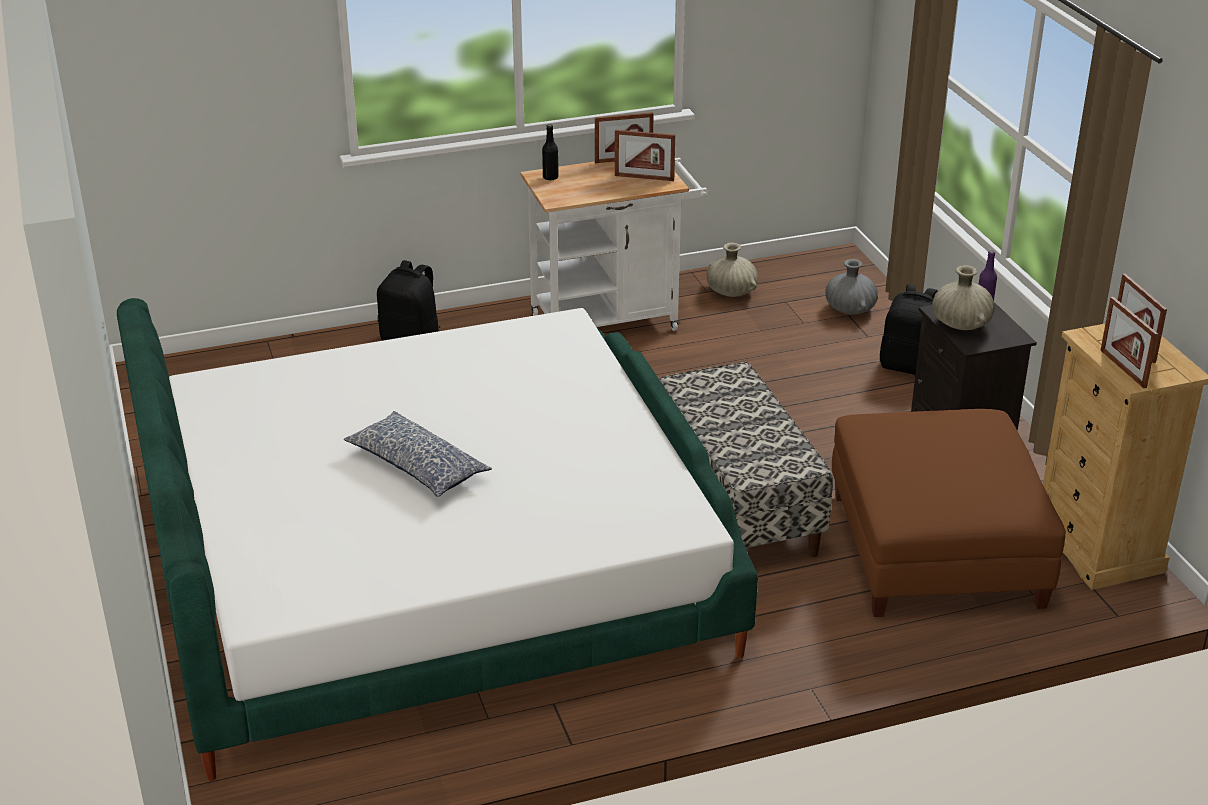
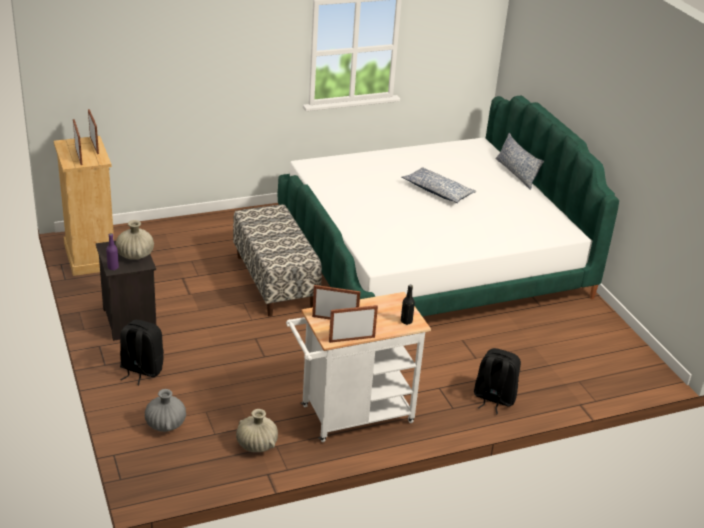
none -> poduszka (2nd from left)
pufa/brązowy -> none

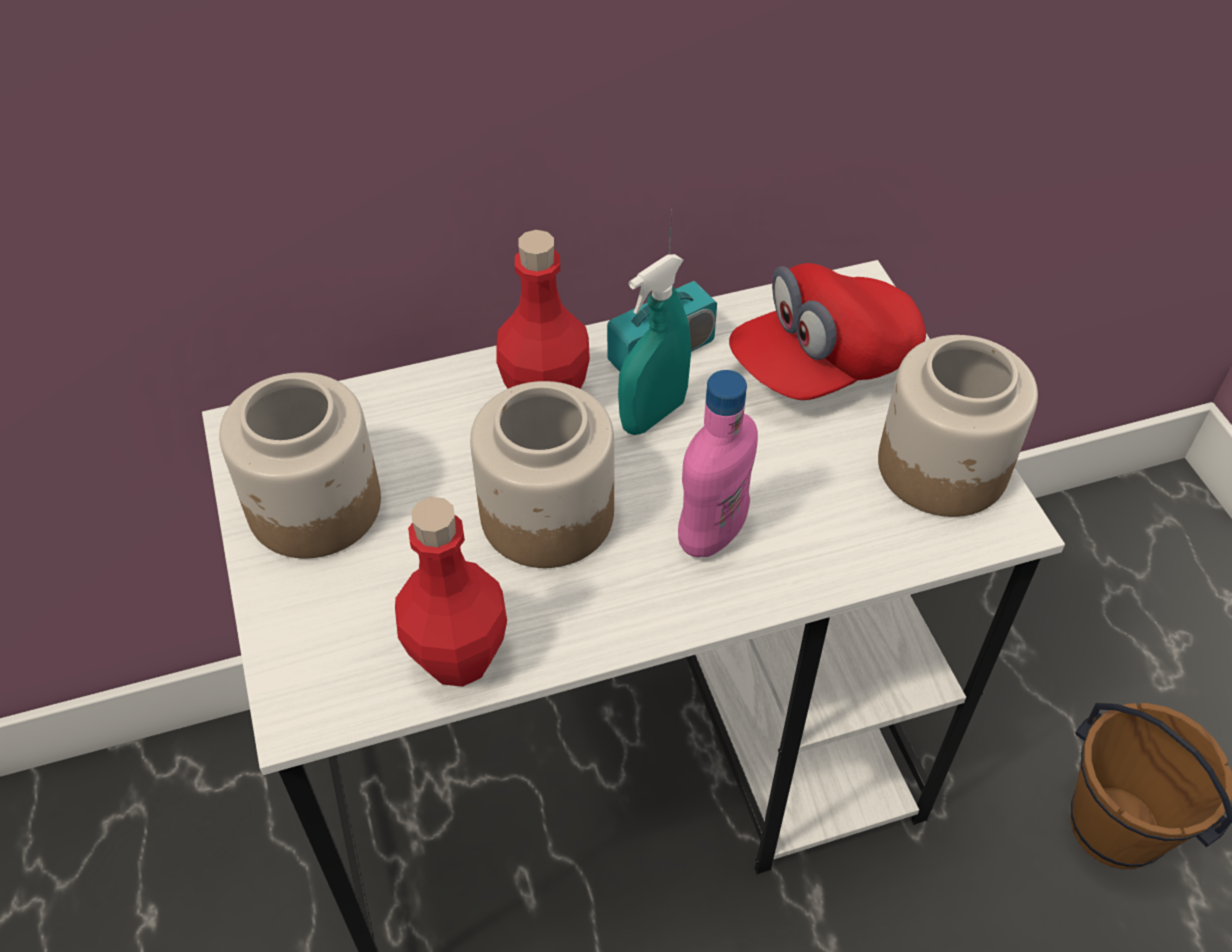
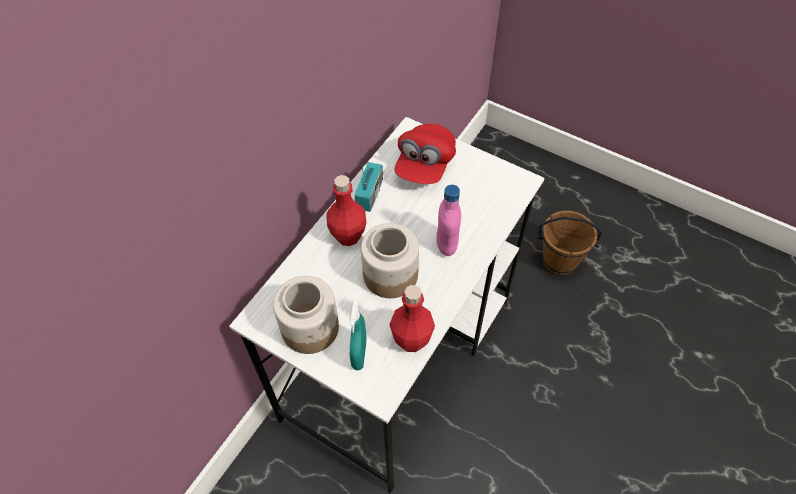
spryskiwacz/turkusowy, move
słoik (3rd from left) -> none

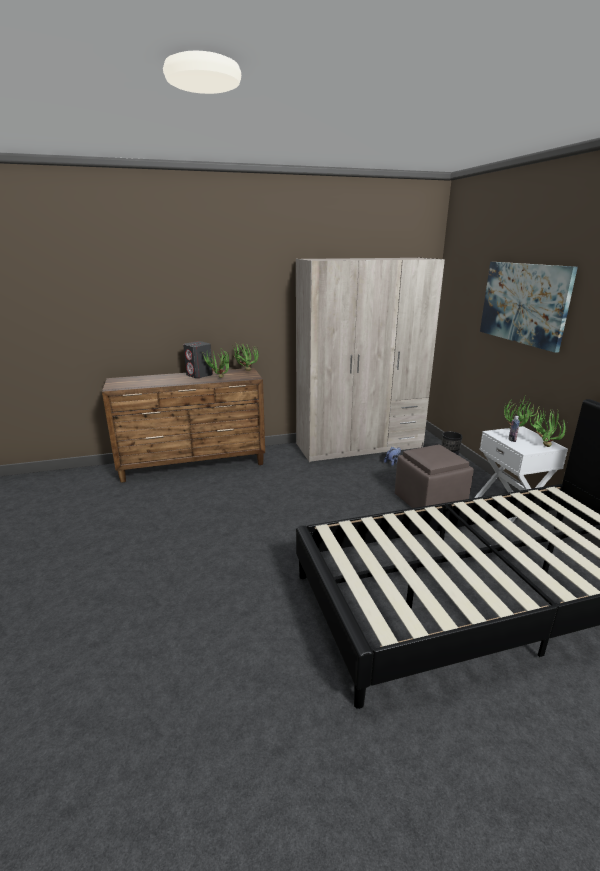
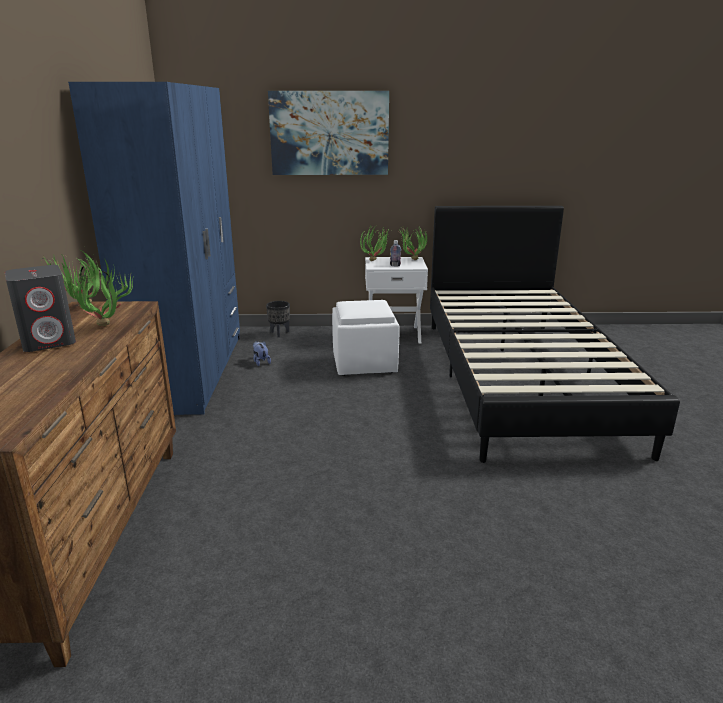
szafa/beżowy -> szafa/niebieski
pufa/brązowy -> pufa/biały

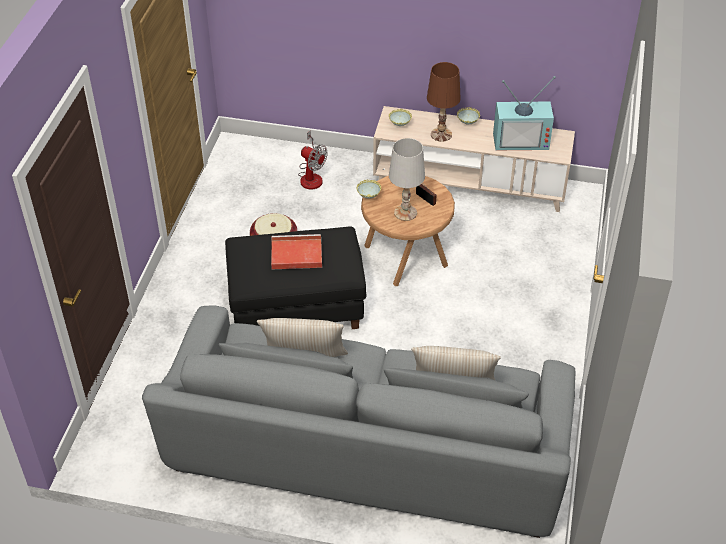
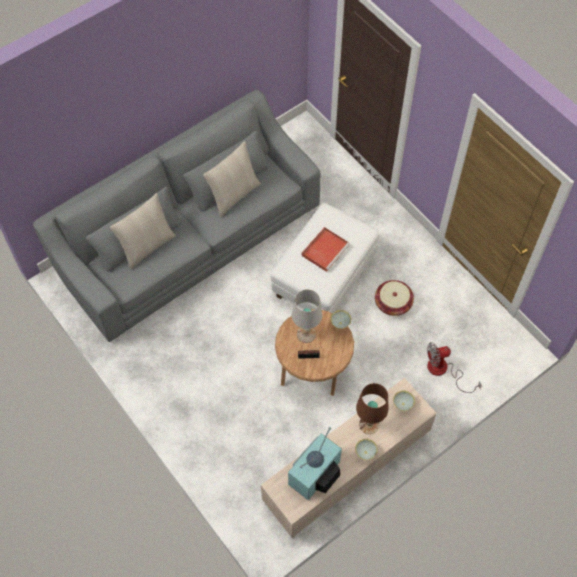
pufa/czarny -> pufa/biały

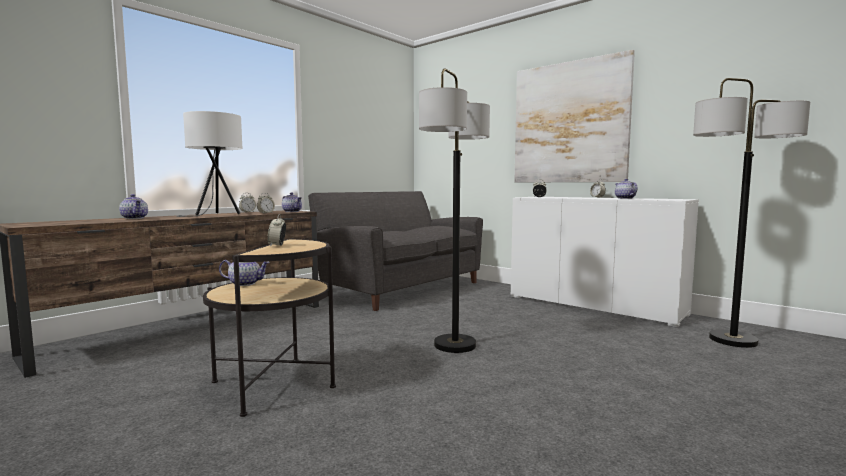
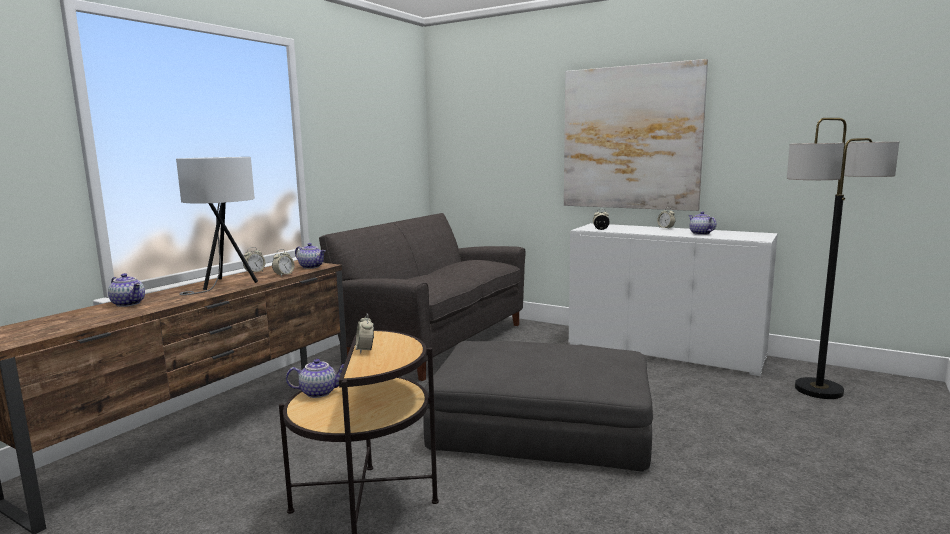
lampa stojąca (1st from left) -> pufa/szary

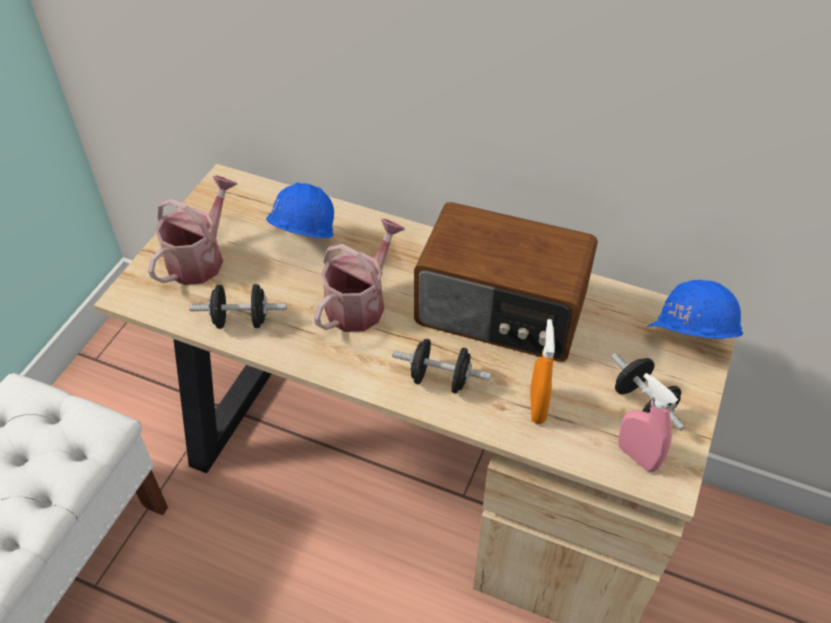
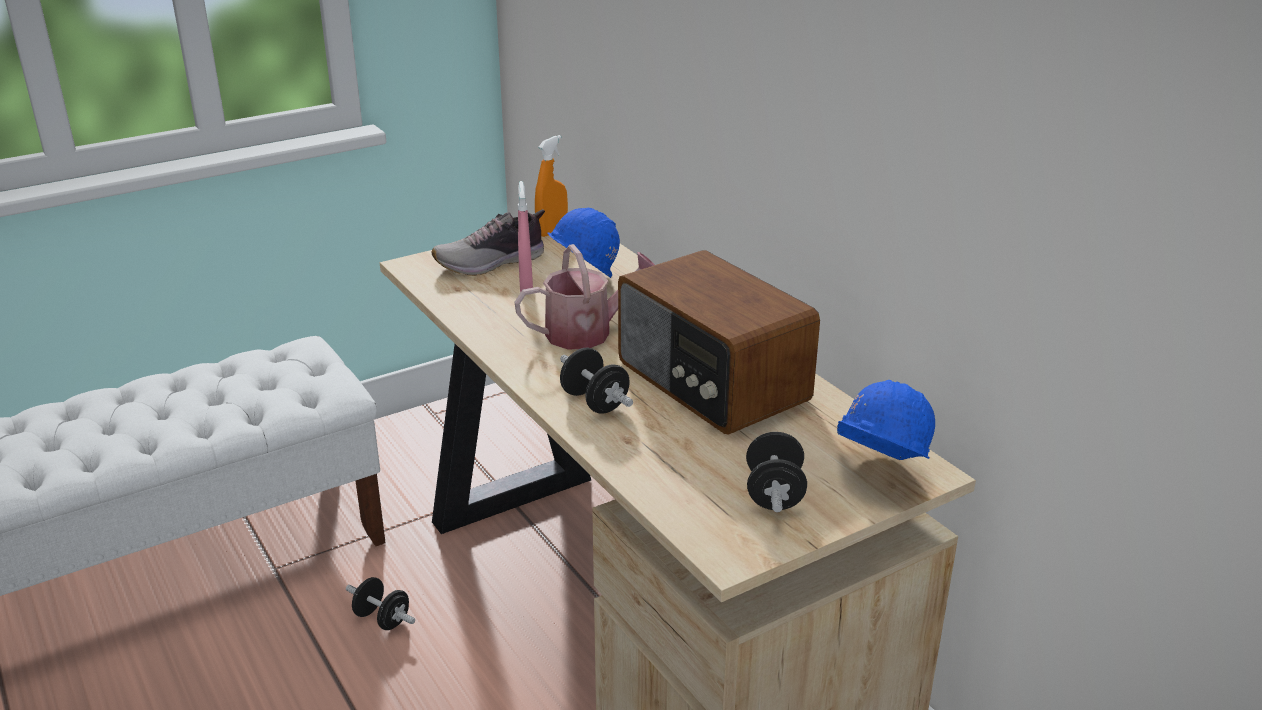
hantel/czarny (1st from left), move
konewka (1st from left) -> but
spryskiwacz/różowy, move
spryskiwacz/pomarańczowy, move

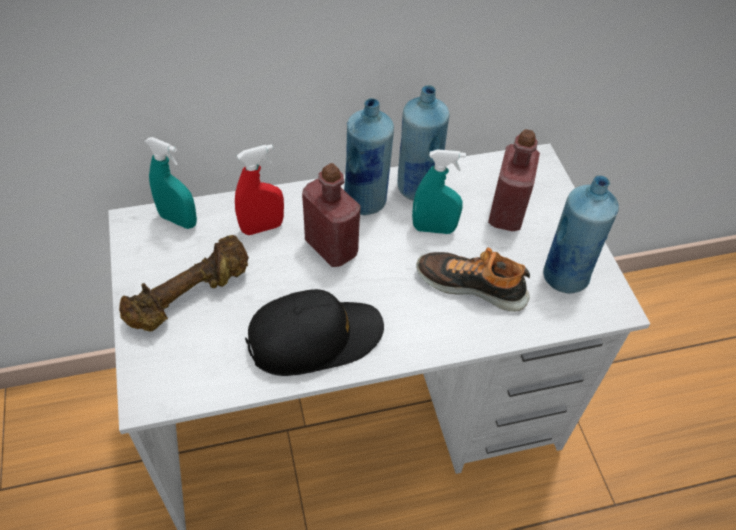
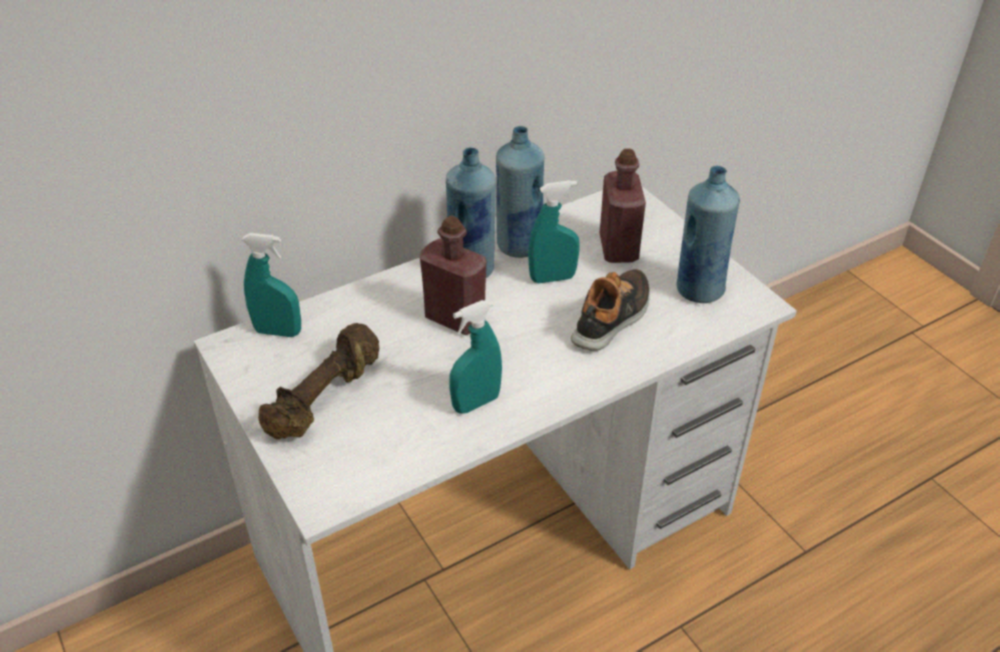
czapka z daszkiem/czarny -> spryskiwacz/turkusowy (2nd from left)
but, 120 degrees clockwise
spryskiwacz/czerwony -> none

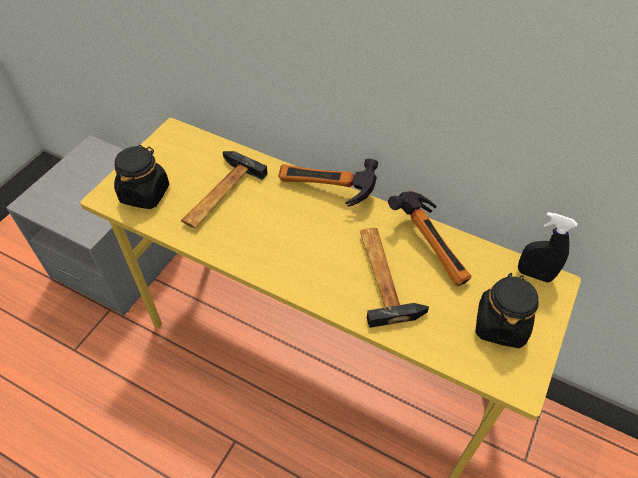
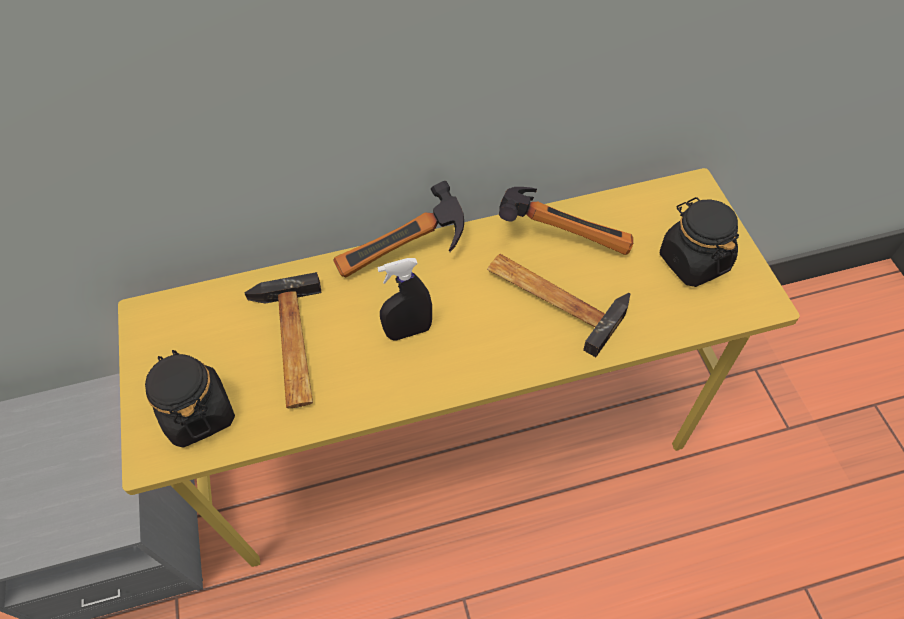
spryskiwacz/czarny, move

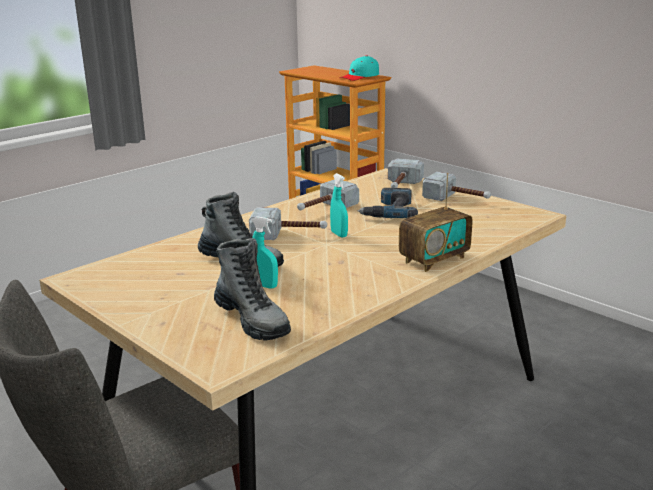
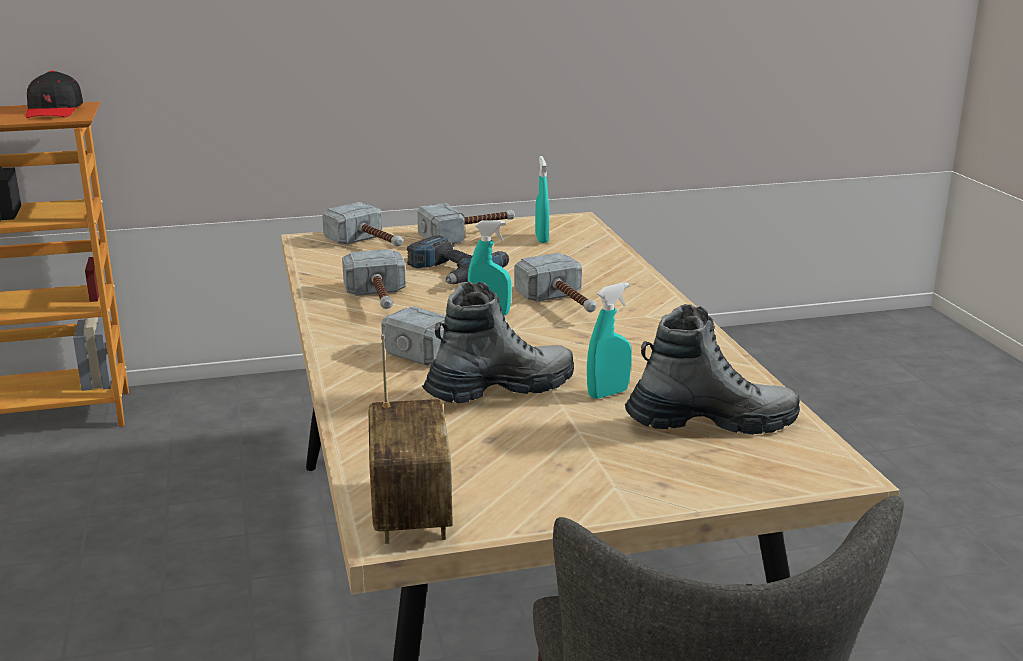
czapka z daszkiem/turkusowy -> czapka z daszkiem/czarny
radio, move
none -> młotek (5th from left)
none -> spryskiwacz/turkusowy (2nd from left)

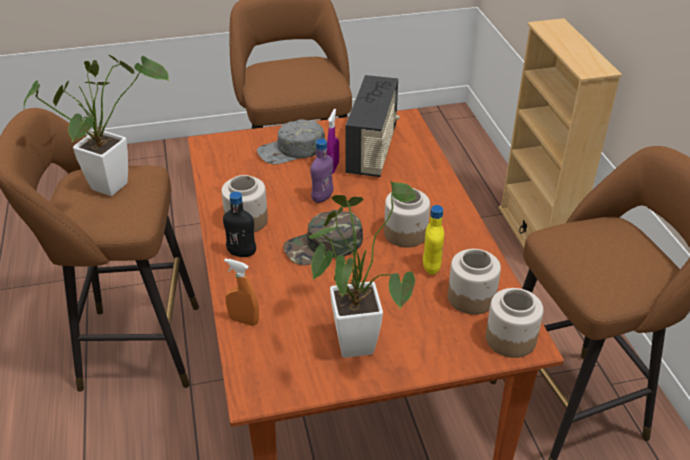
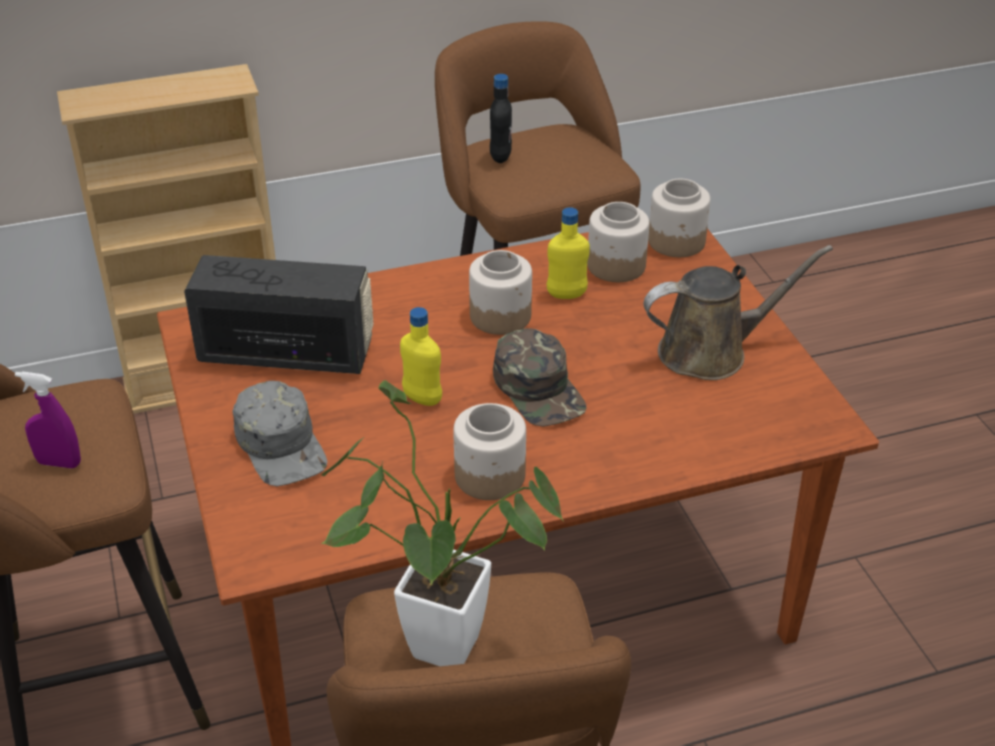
spryskiwacz/fioletowy, move
butelka/fioletowy -> butelka/żółty (1st from left)
butelka/czarny, move
roślina doniczkowa (2nd from left) -> konewka/brązowy
spryskiwacz/pomarańczowy -> none

